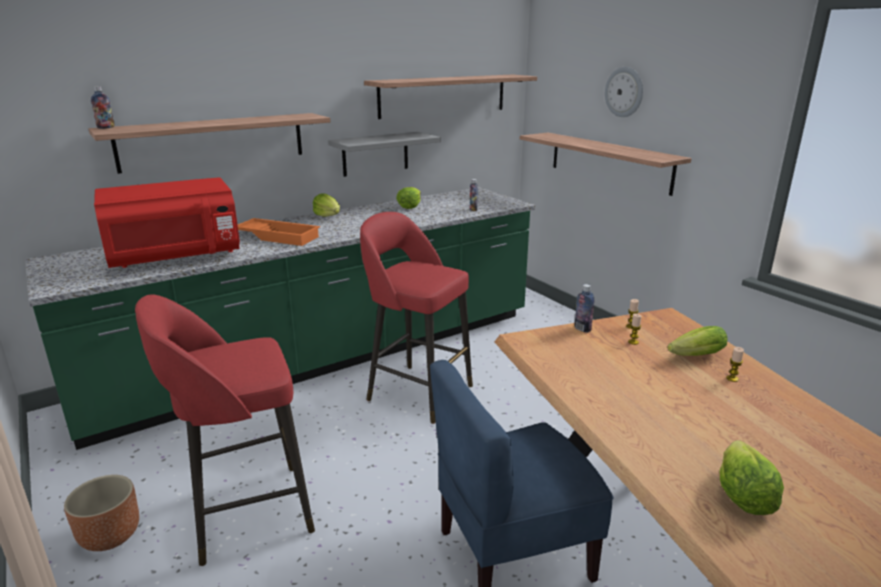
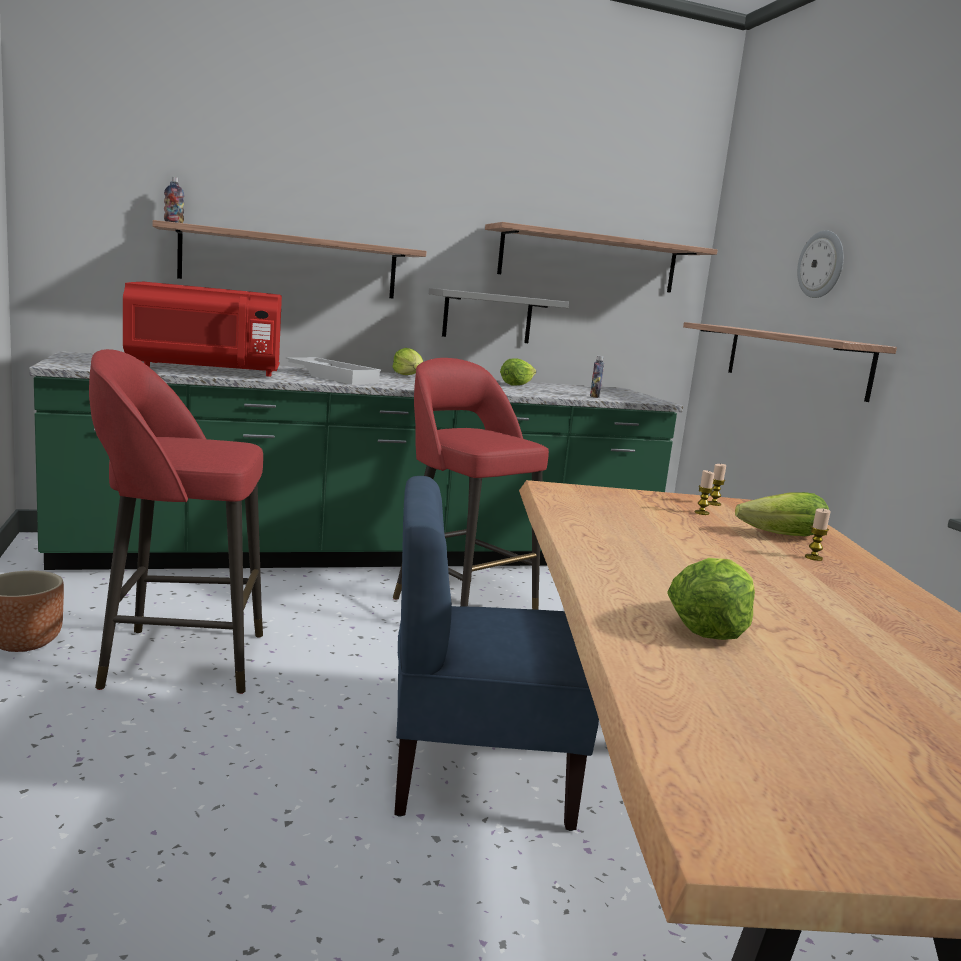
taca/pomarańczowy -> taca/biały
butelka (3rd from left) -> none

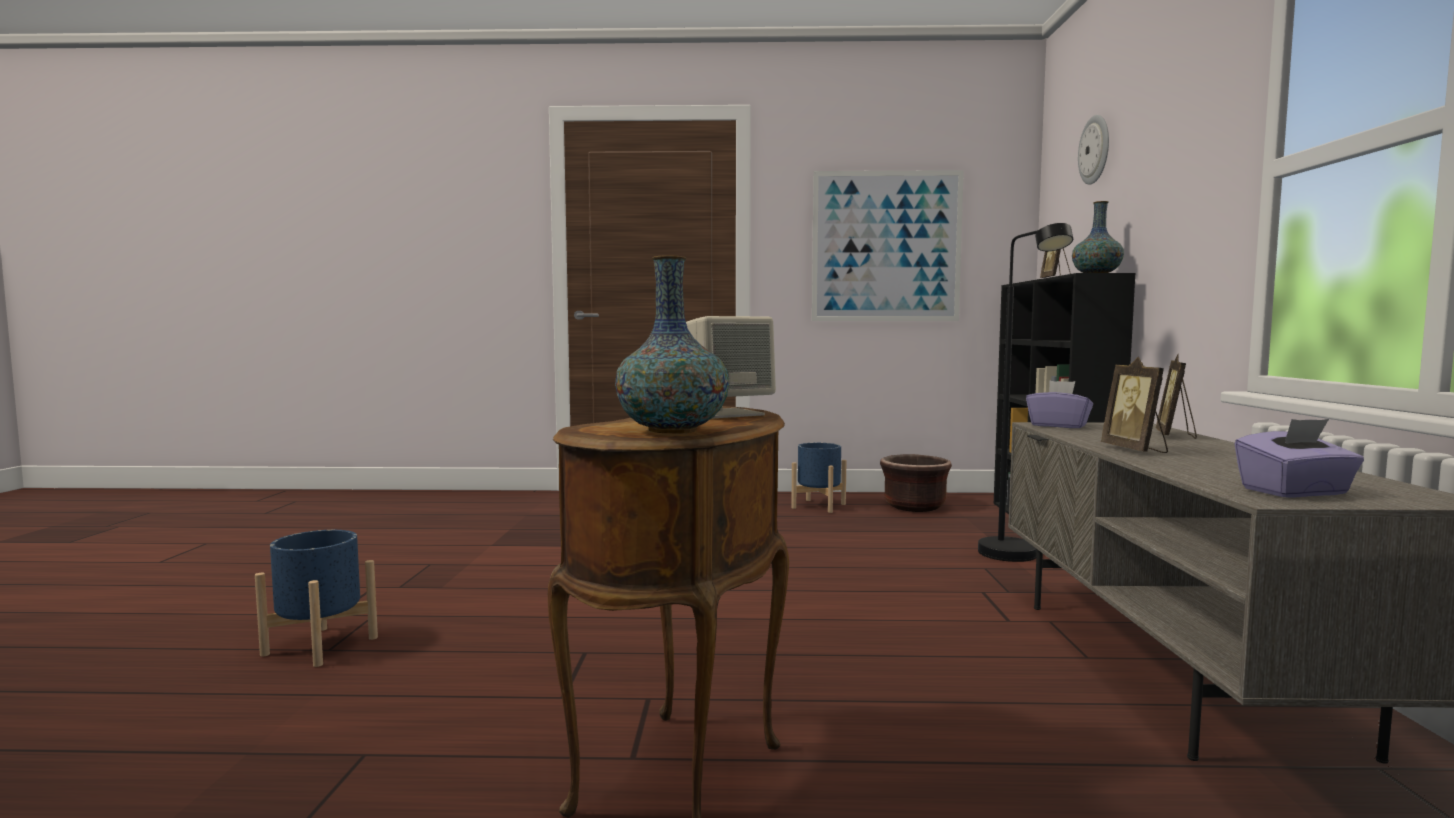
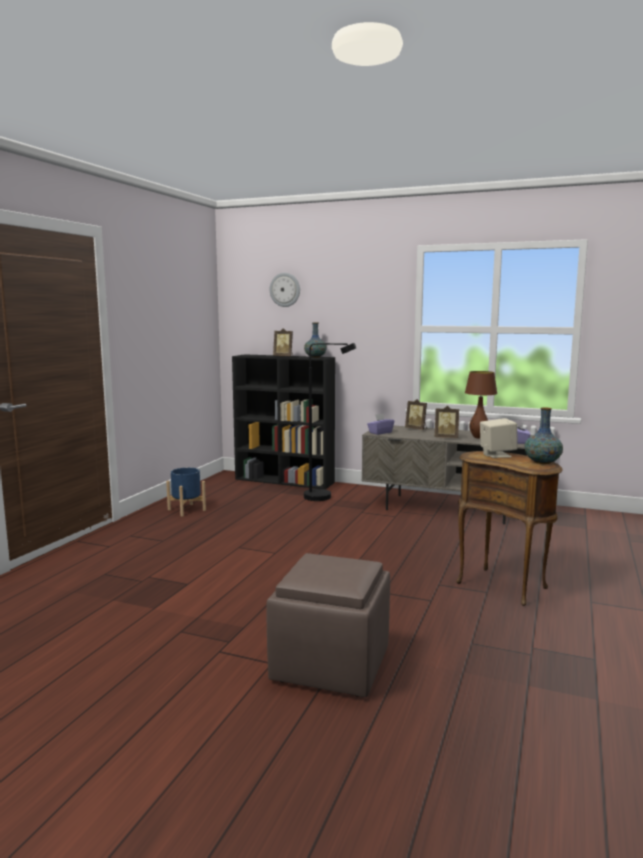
donica/niebieski (1st from left) -> pufa/brązowy
none -> lampa stołowa/brązowy
obraz -> none
donica/brązowy -> none

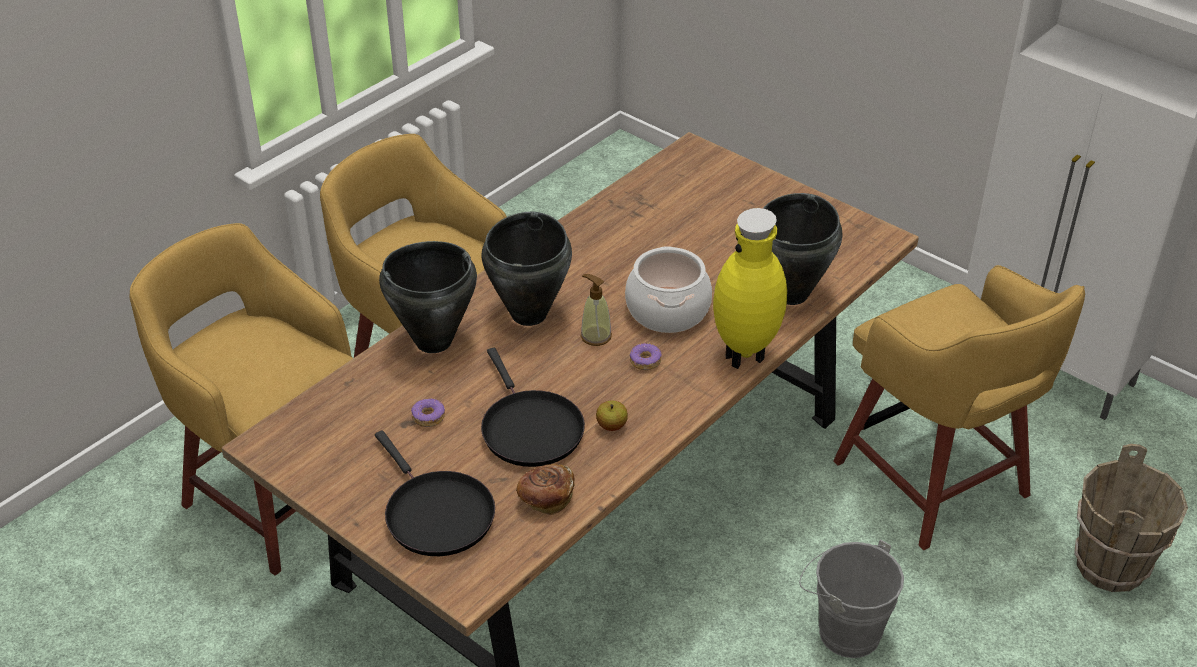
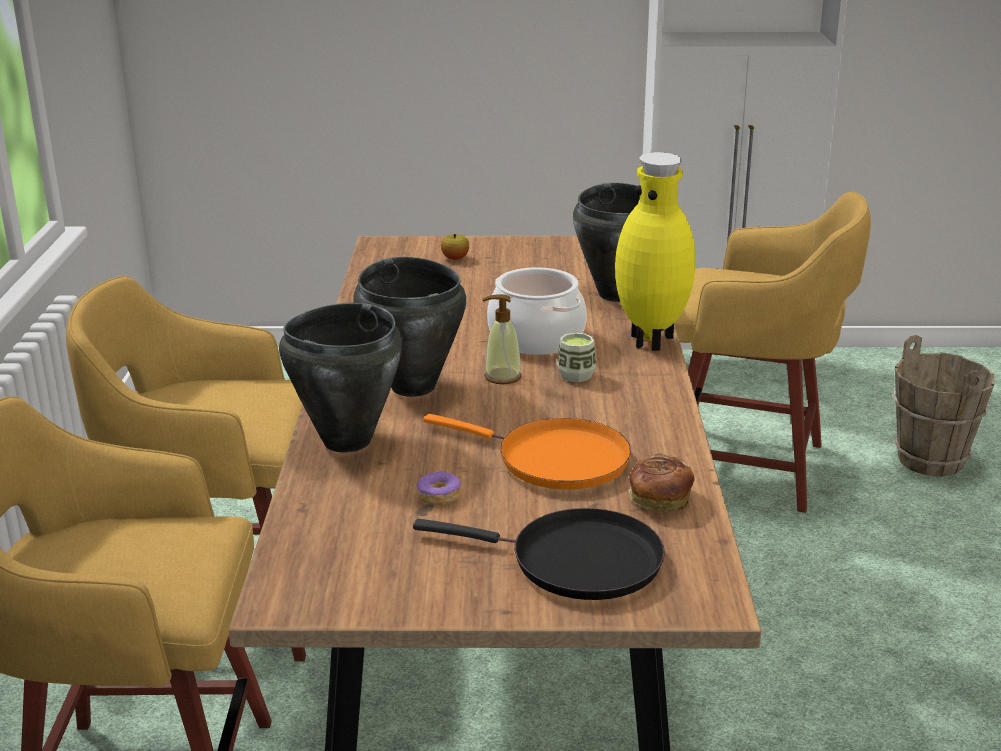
patelnia/czarny (2nd from left) -> patelnia/pomarańczowy
jabłko, move
donut (2nd from left) -> filiżanka
wiadro/szary -> none

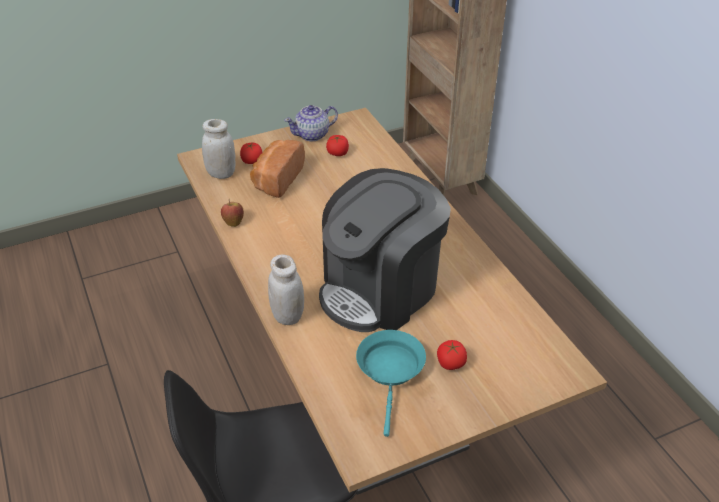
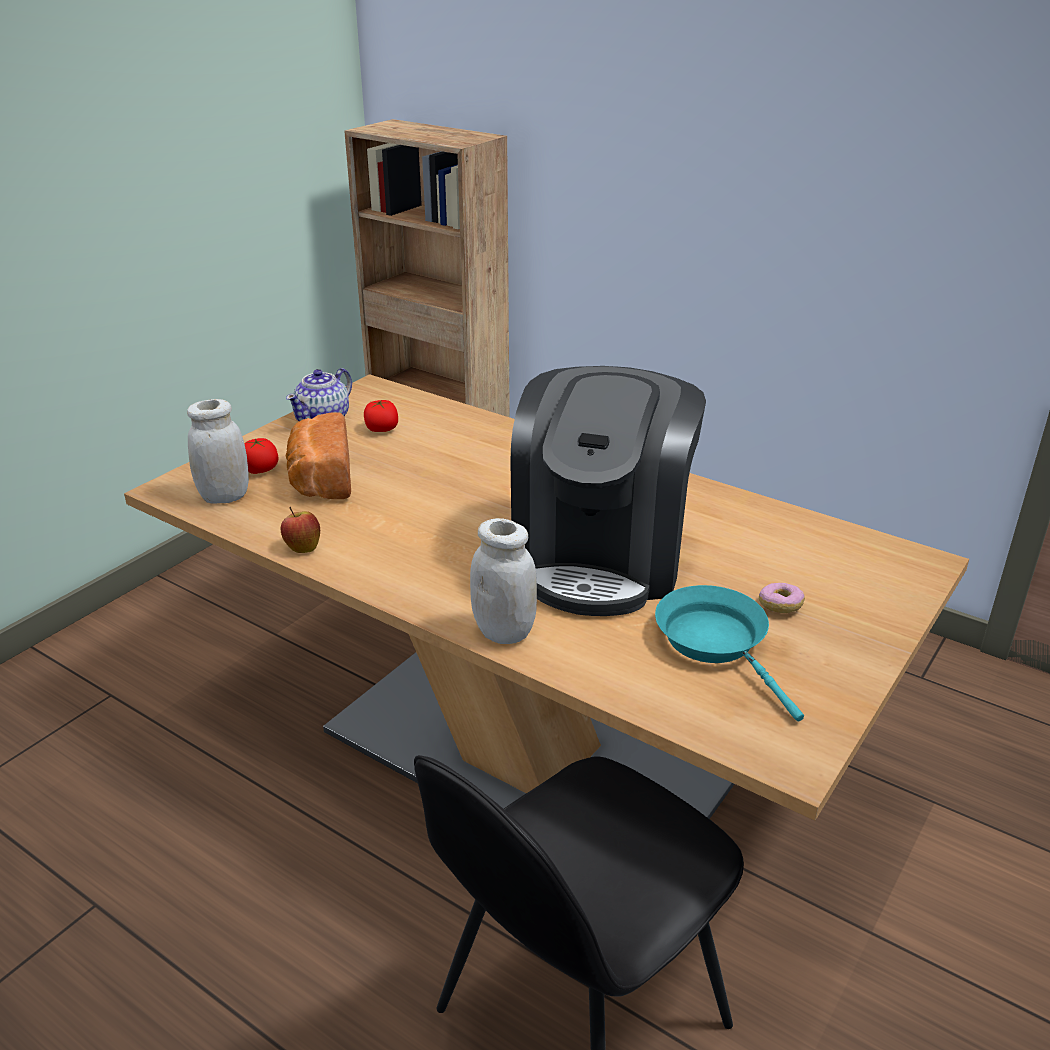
pomidor (3rd from left) -> donut

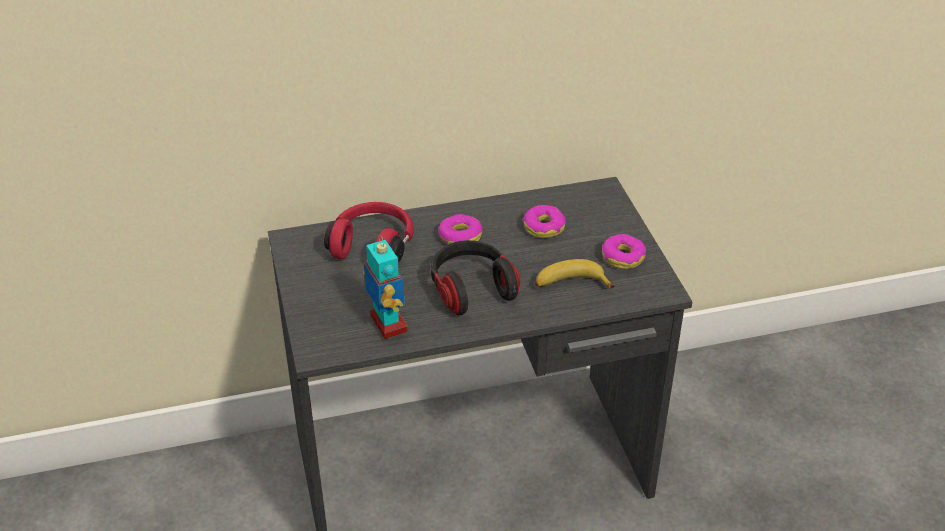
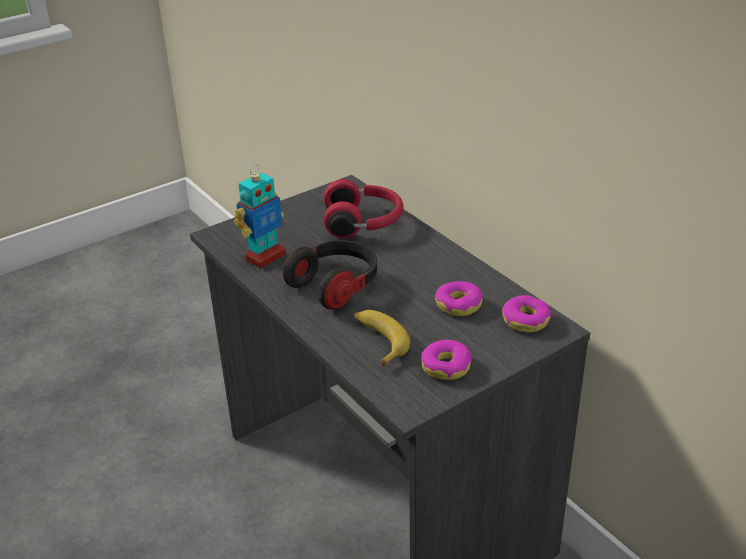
donut (1st from left in the first image) -> donut (3rd from left), move

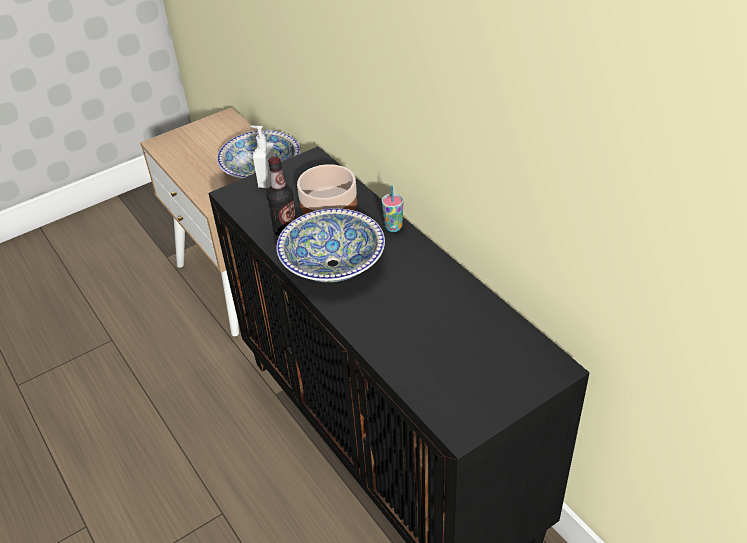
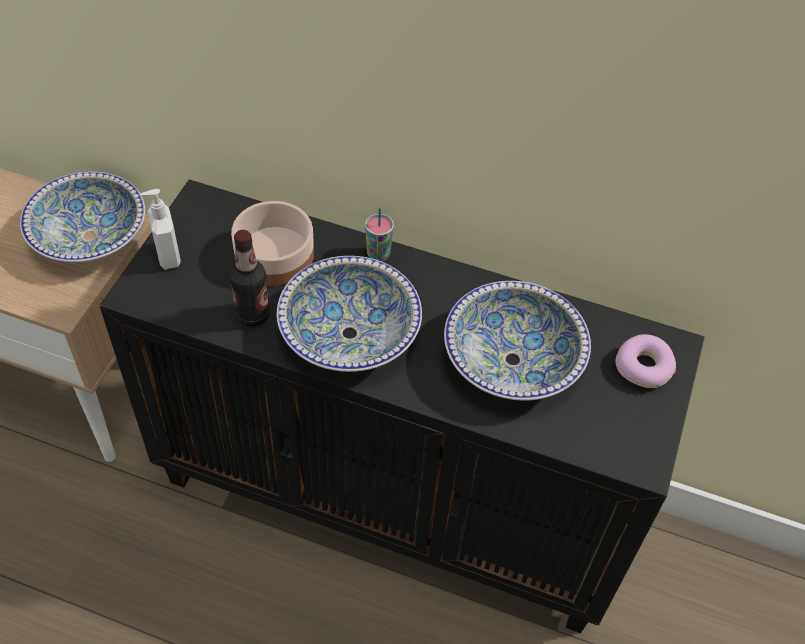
none -> miska (4th from left)
none -> donut

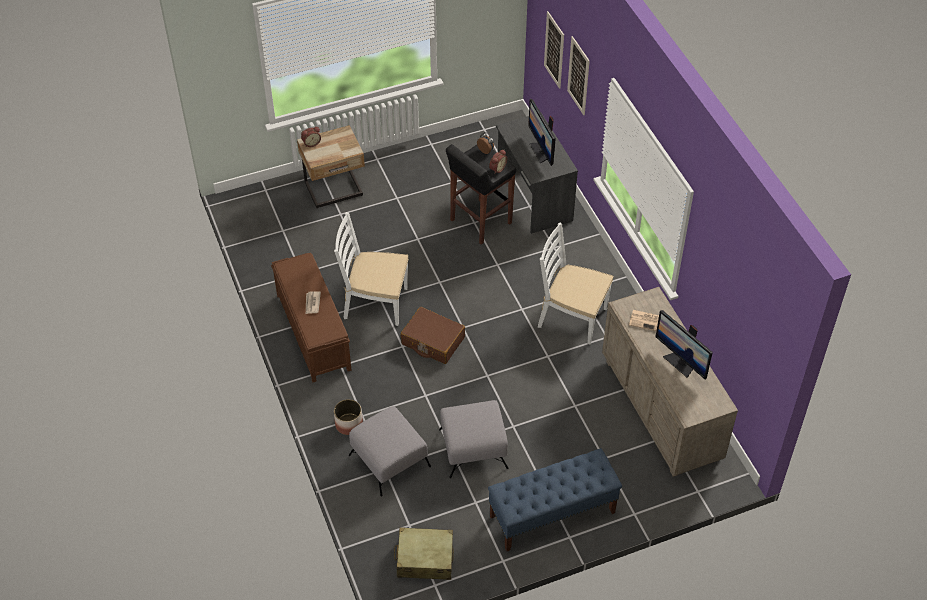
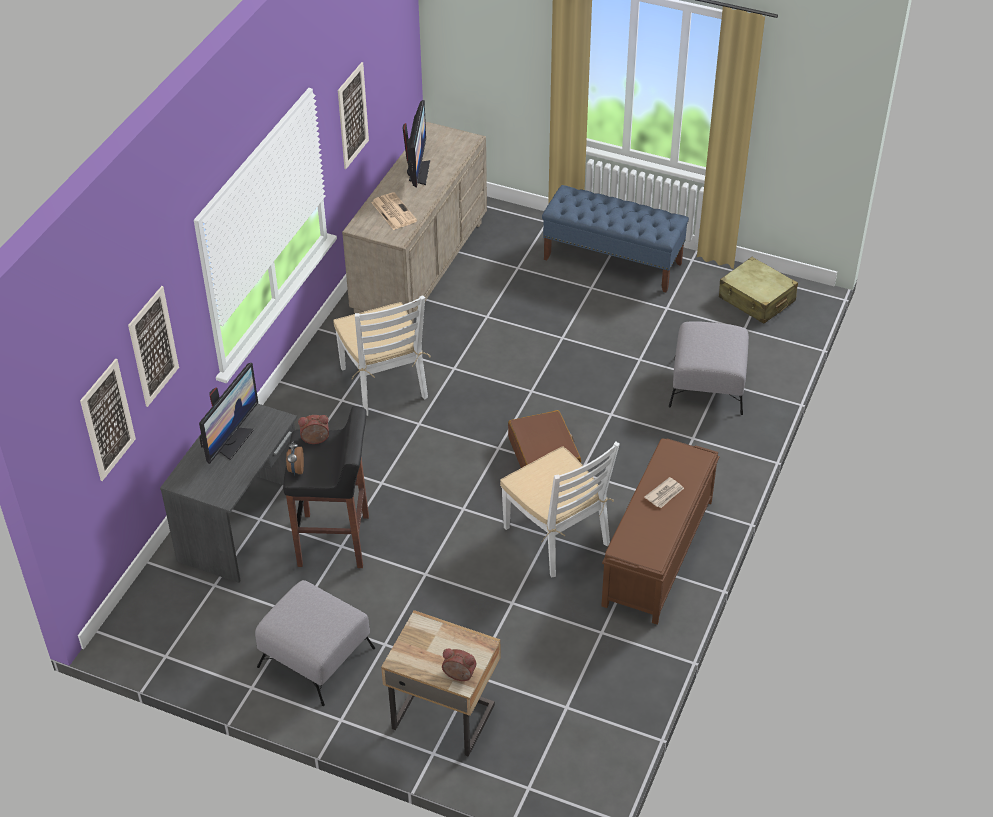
pufa/szary (2nd from left in the first image) -> pufa/szary (1st from left), move
none -> obraz (3rd from left)
donica -> none

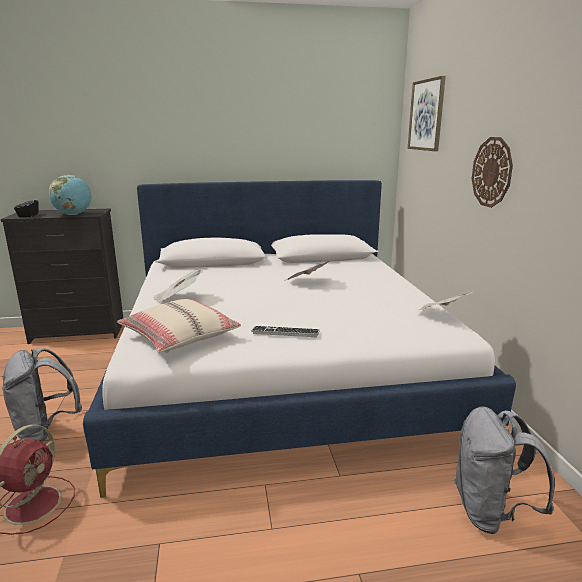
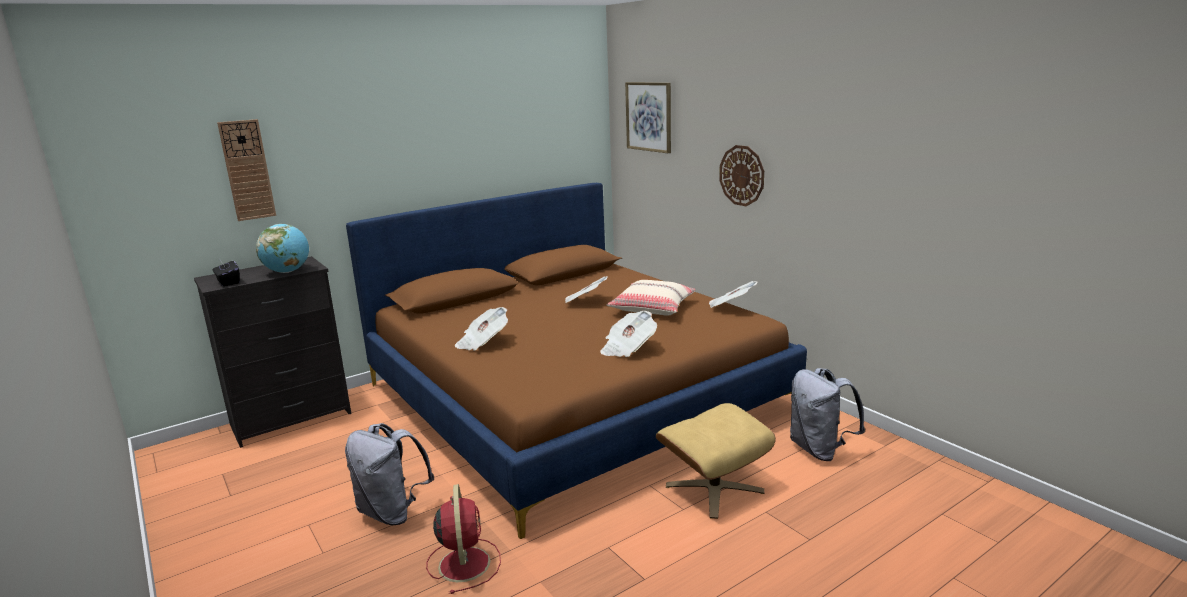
none -> zegar ścienny (1st from left)
łóżko/biały -> łóżko/brązowy
klawiatura -> gazeta (3rd from left)
poduszka/beżowy, move
none -> pufa/beżowy

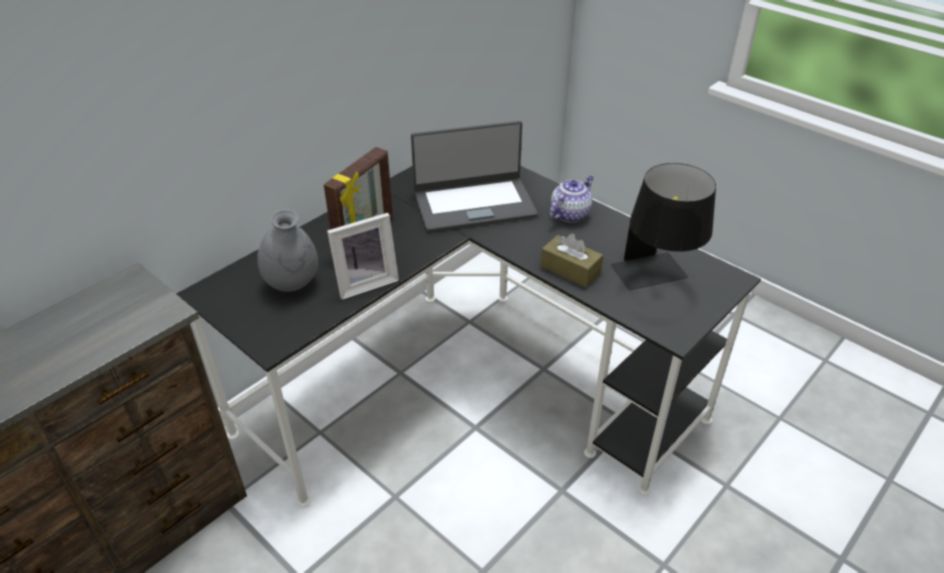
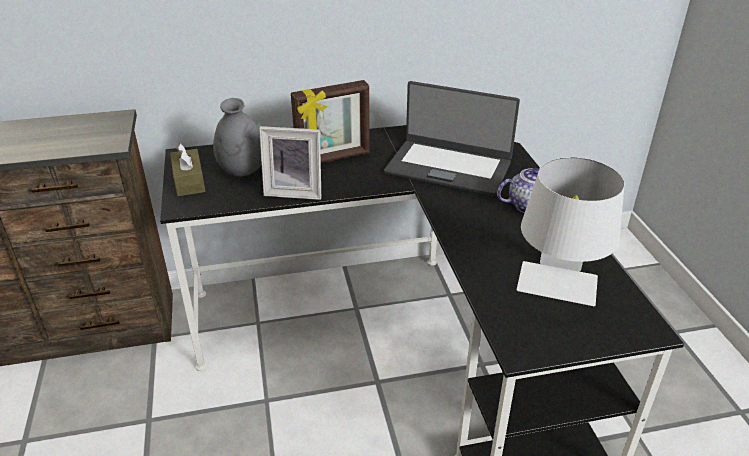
pudełko chusteczek/brązowy, move
lampa stołowa/czarny -> lampa stołowa/biały

